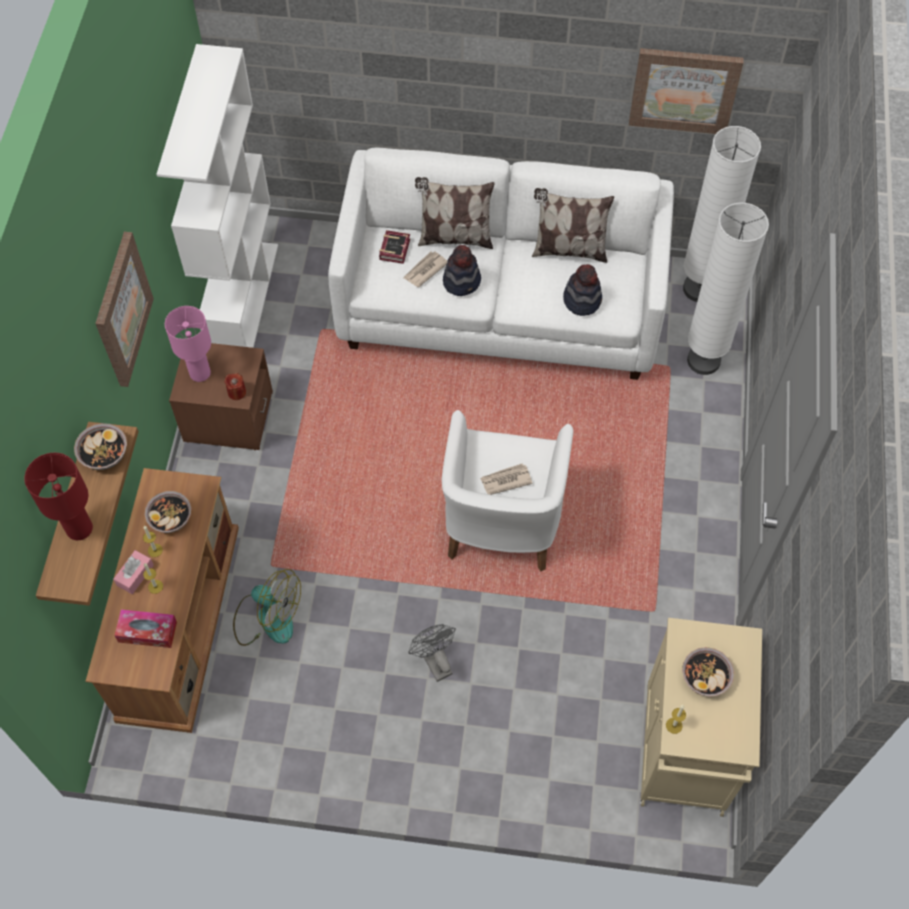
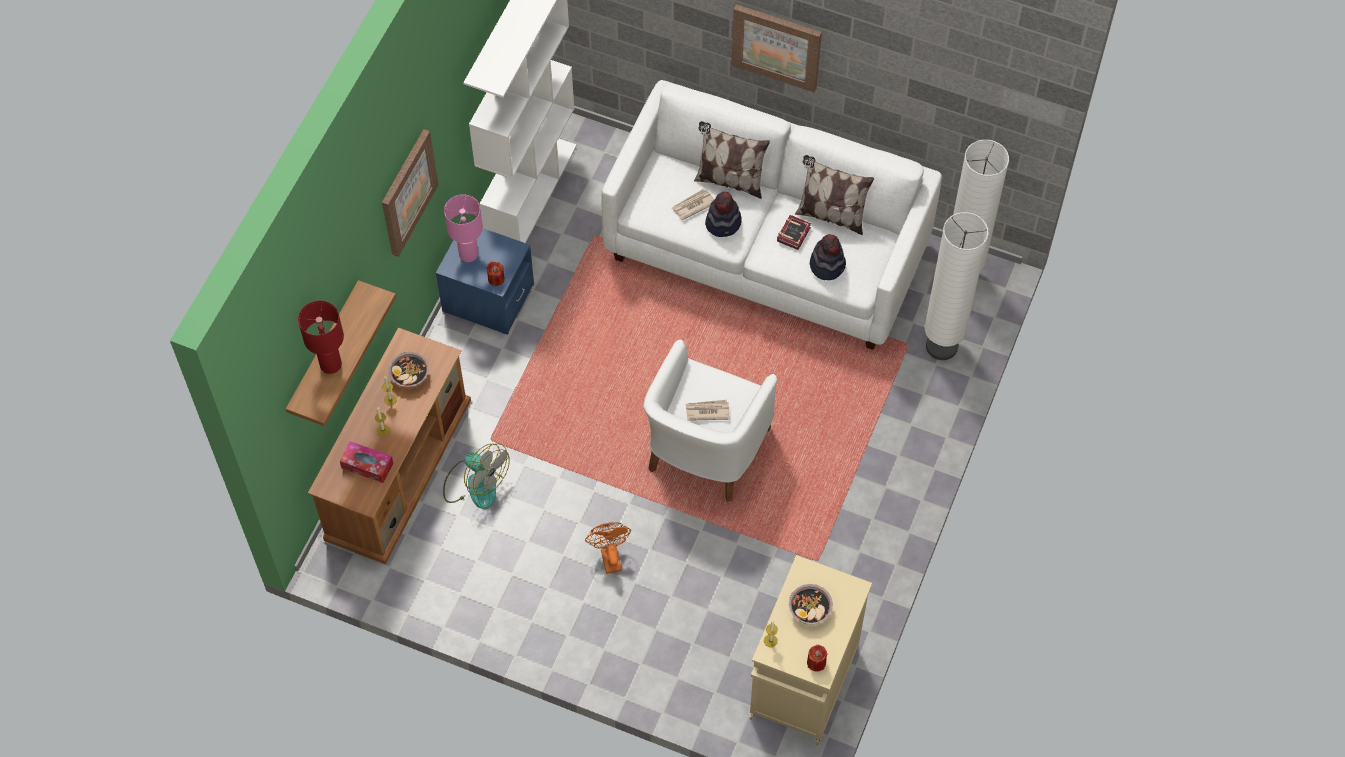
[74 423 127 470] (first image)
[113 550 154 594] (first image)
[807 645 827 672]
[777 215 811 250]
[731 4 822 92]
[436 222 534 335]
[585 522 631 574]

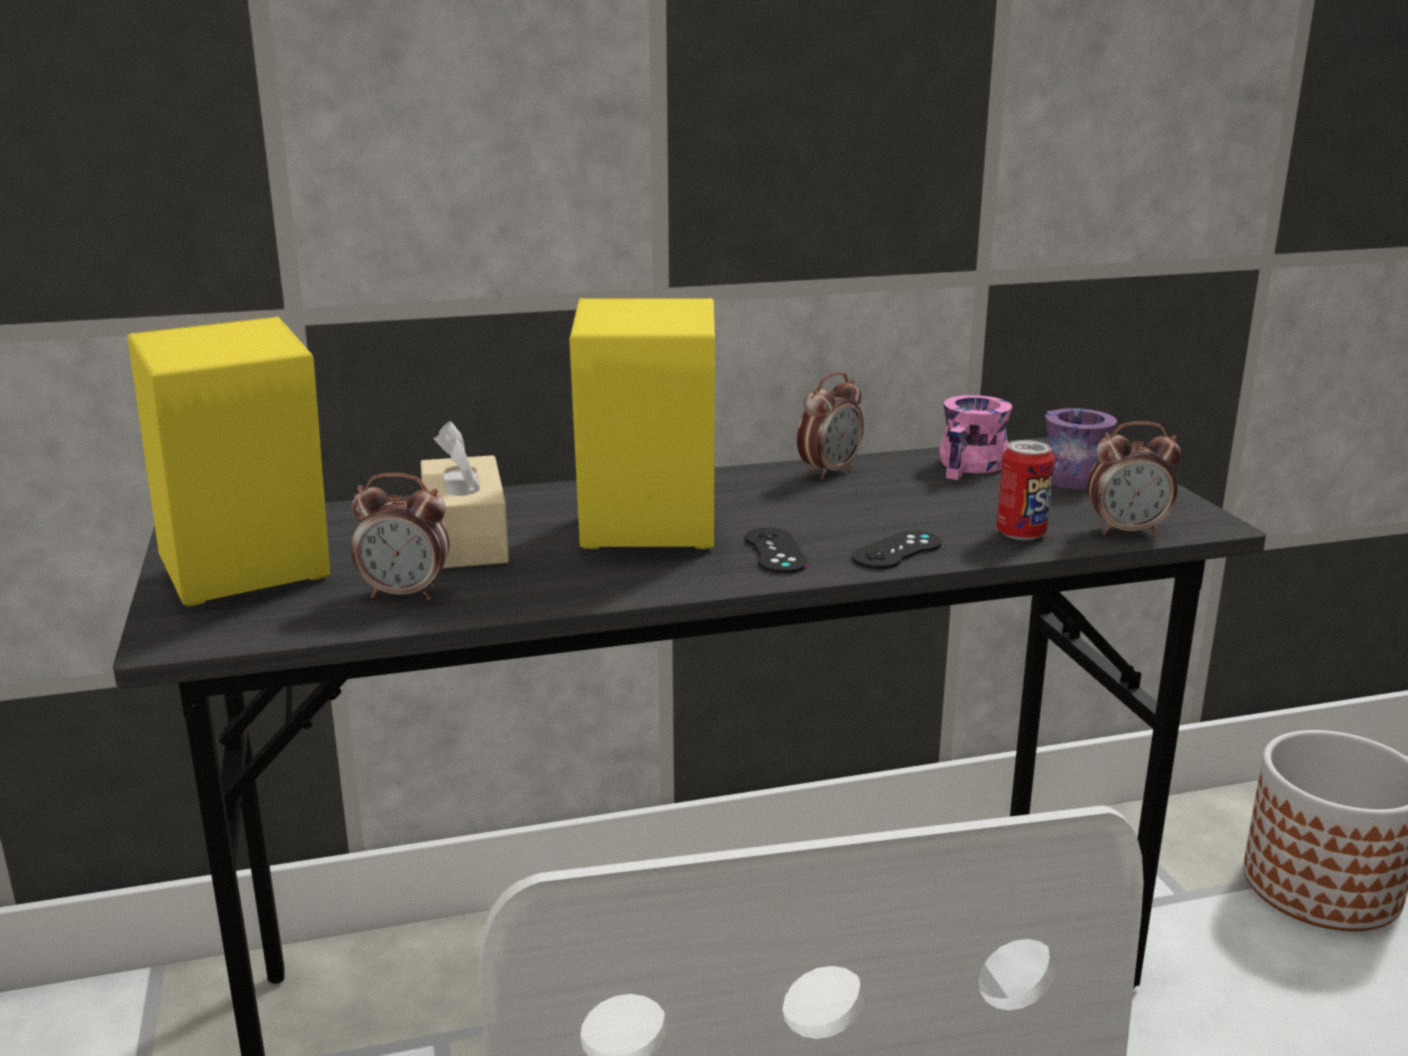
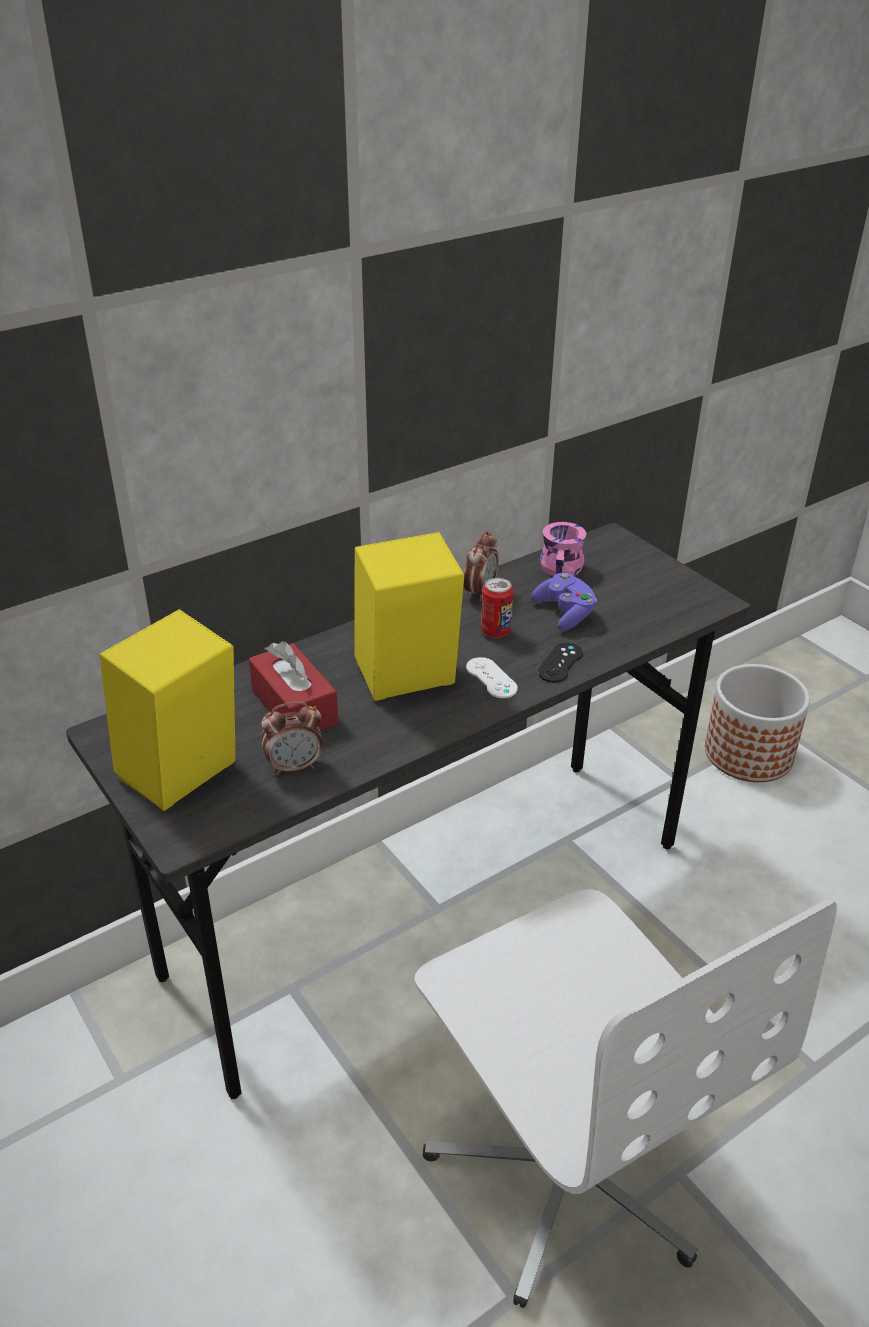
[1045 408 1117 490] (first image)
[1087 421 1181 536] (first image)
[531 573 597 631]
[481 578 513 638]
[249 641 338 730]
[466 657 518 698]

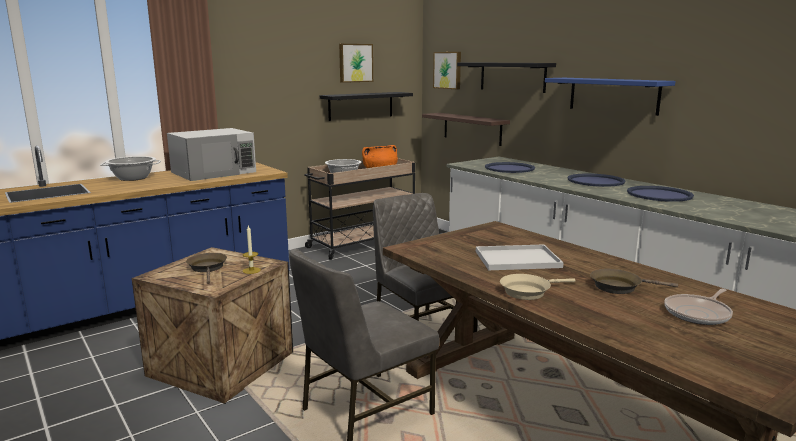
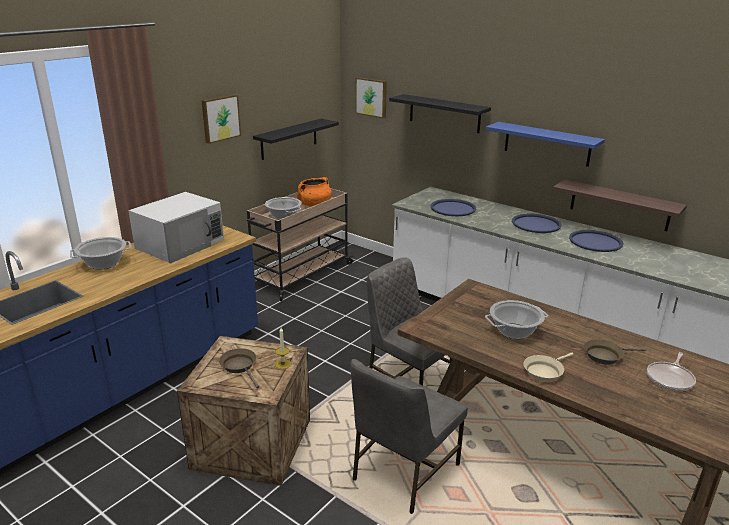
[201 94 241 144]
[553 179 687 231]
[485 300 548 339]

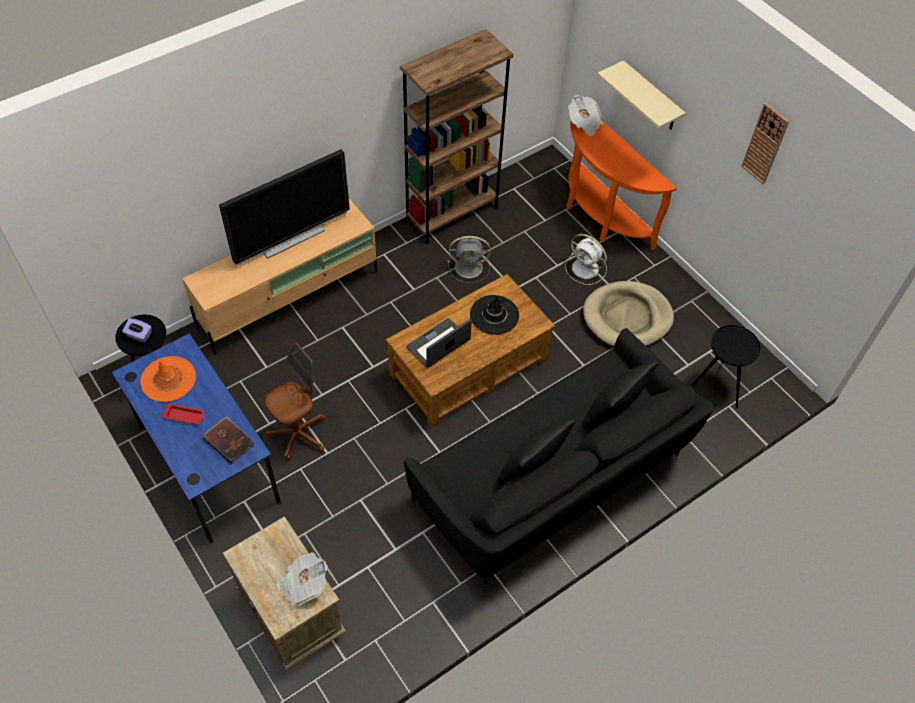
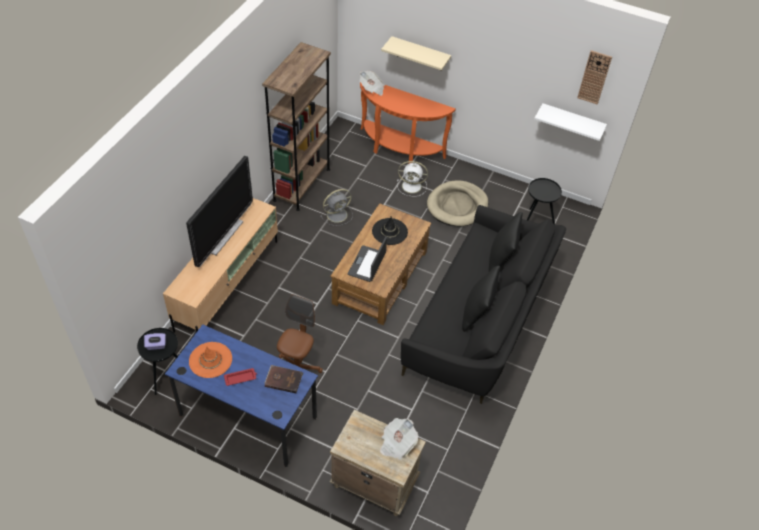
[534 103 607 141]
[577 50 612 105]

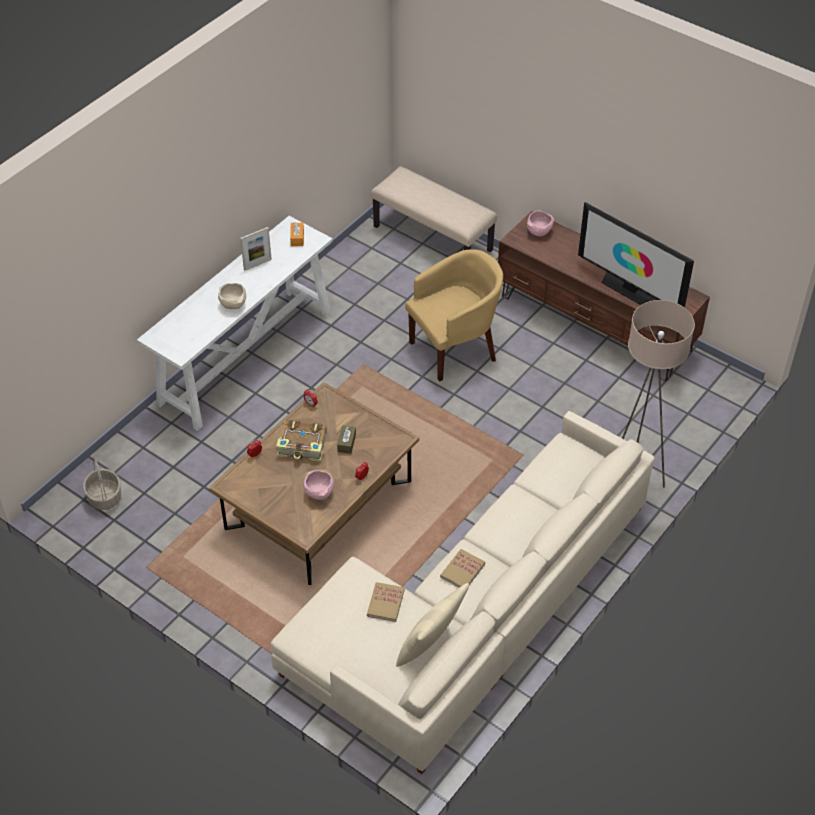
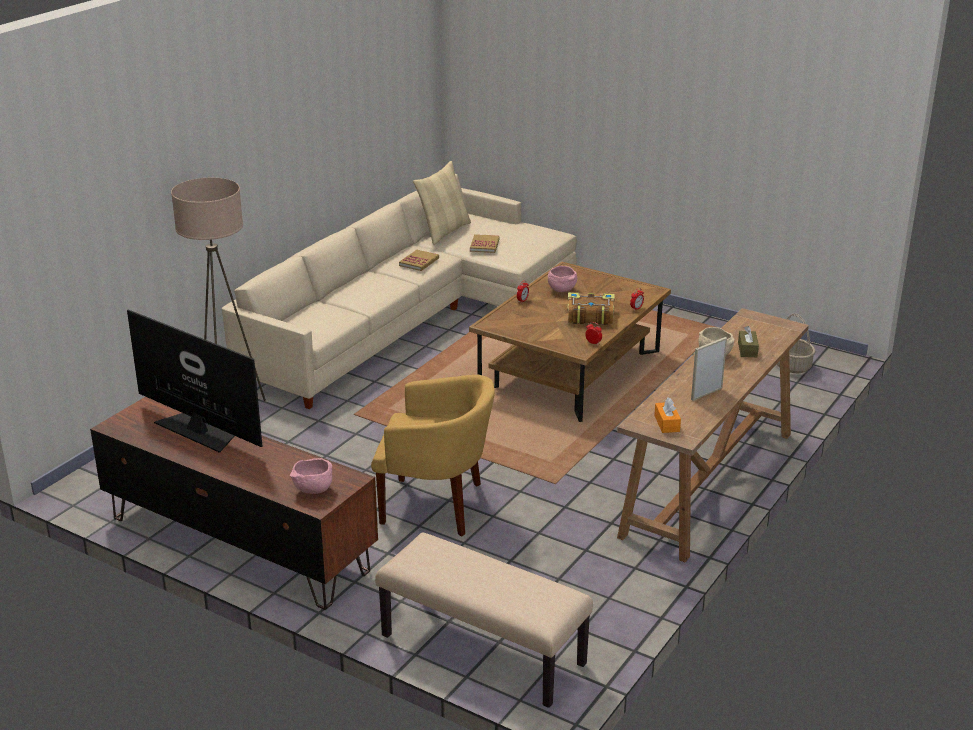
[738 326 759 357]
[617 308 809 562]
[371 375 495 537]

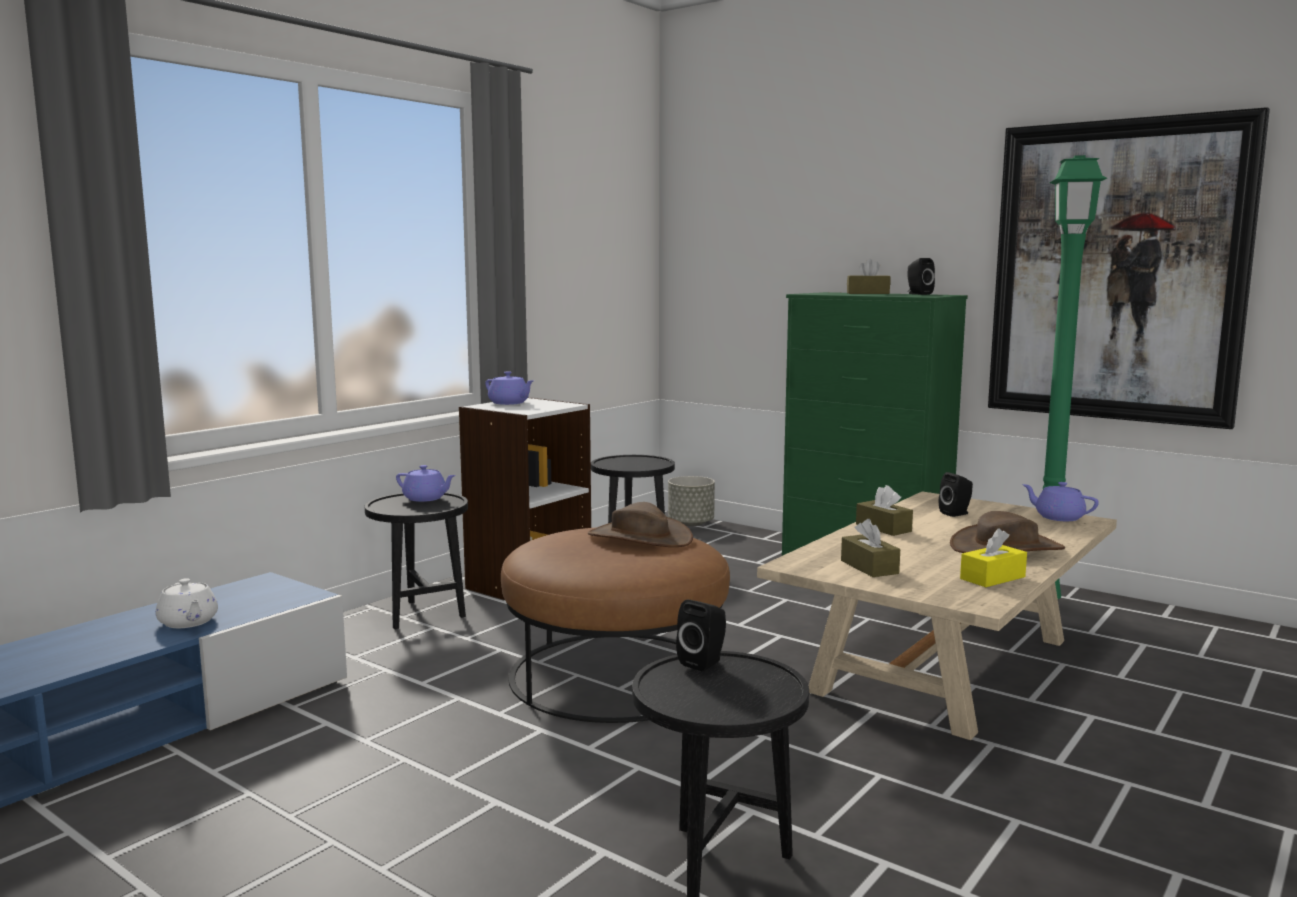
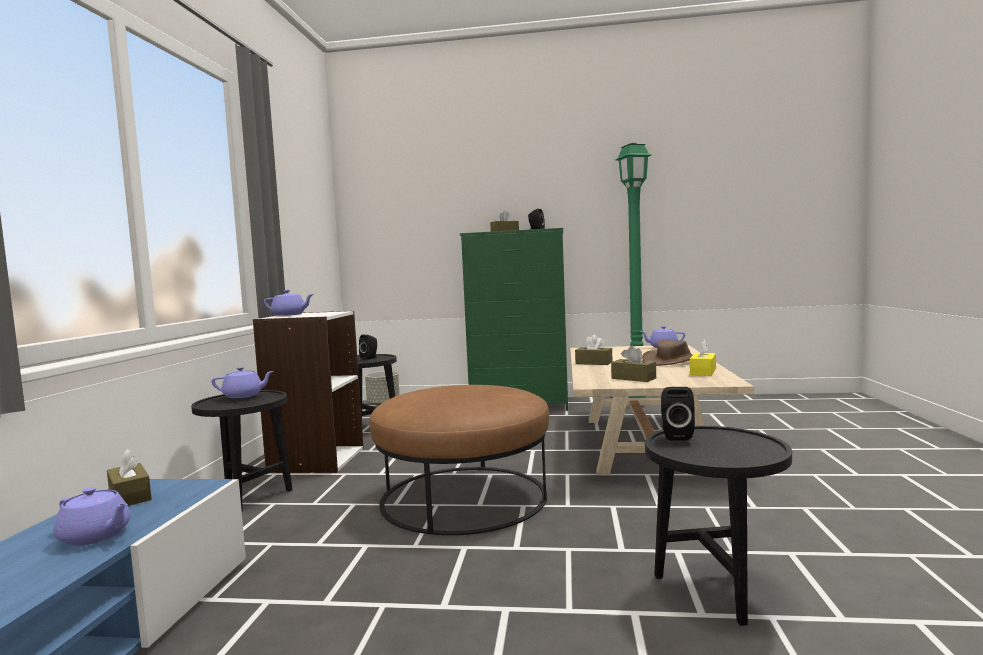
[588 502 693 547] (first image)
[988 107 1270 429] (first image)
[107 449 152 506]
[359 335 377 360]
[54 487 130 546]

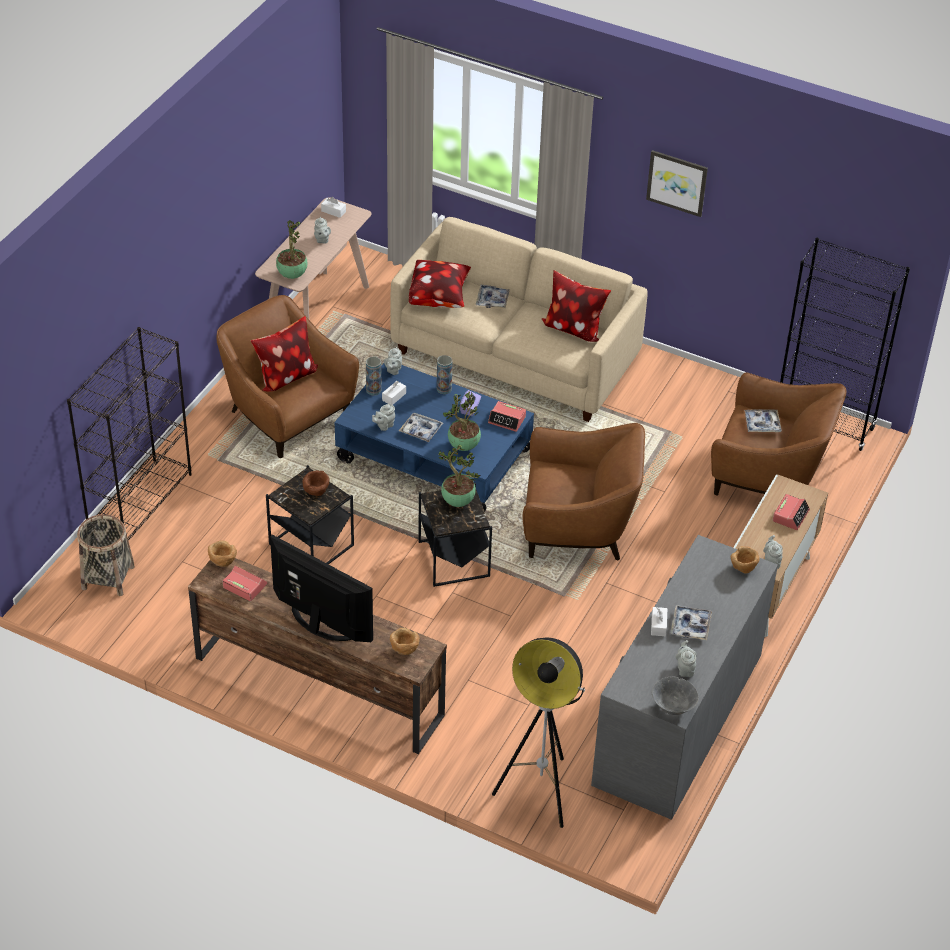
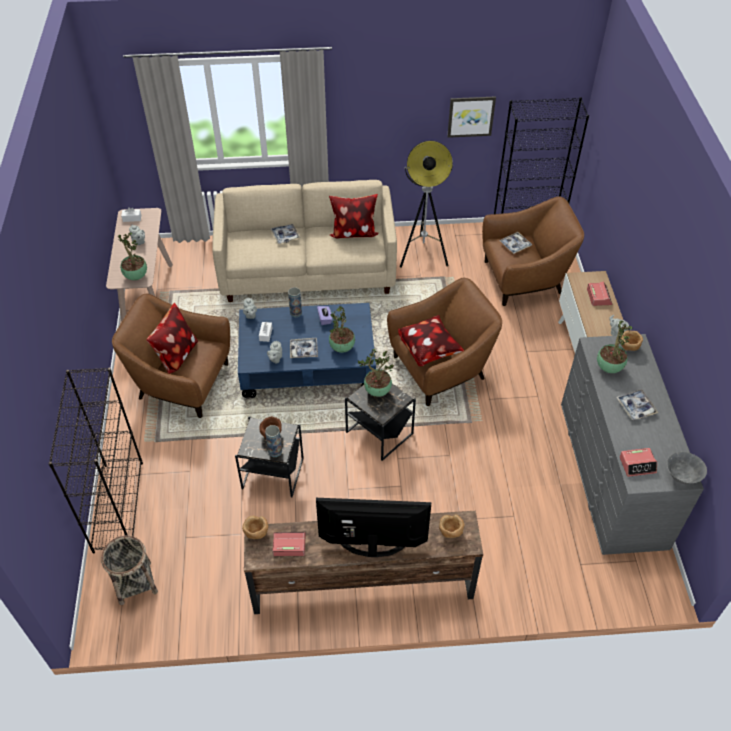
[651 607 667 636] (first image)
[676 640 697 677] (first image)
[597 321 632 373]
[265 425 282 457]
[398 315 464 367]
[620 448 657 477]
[400 141 453 268]
[447 96 496 138]

